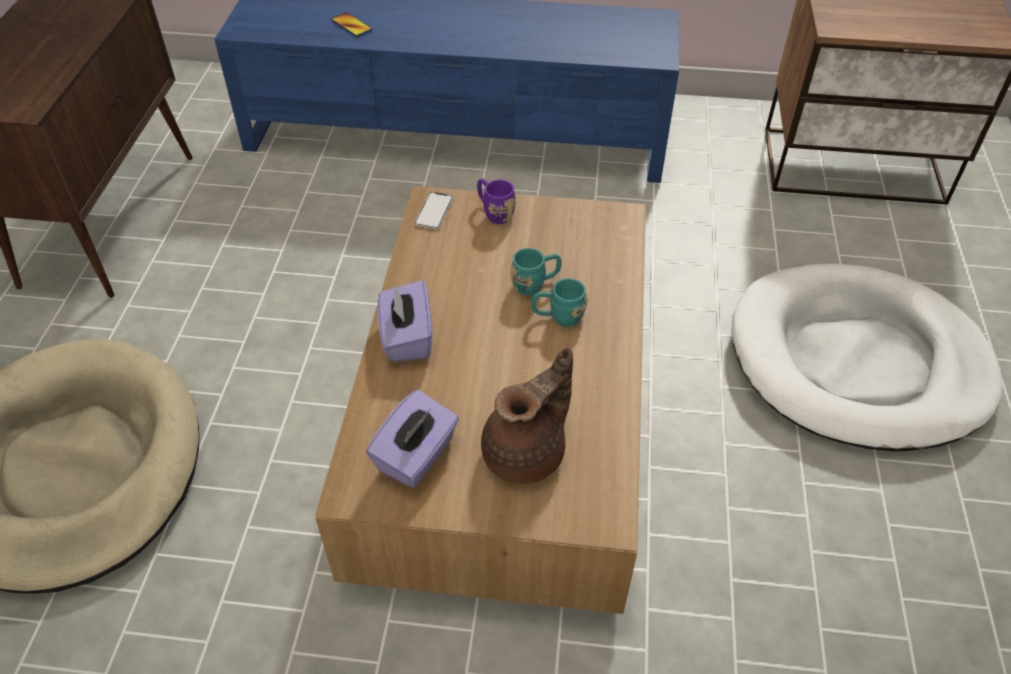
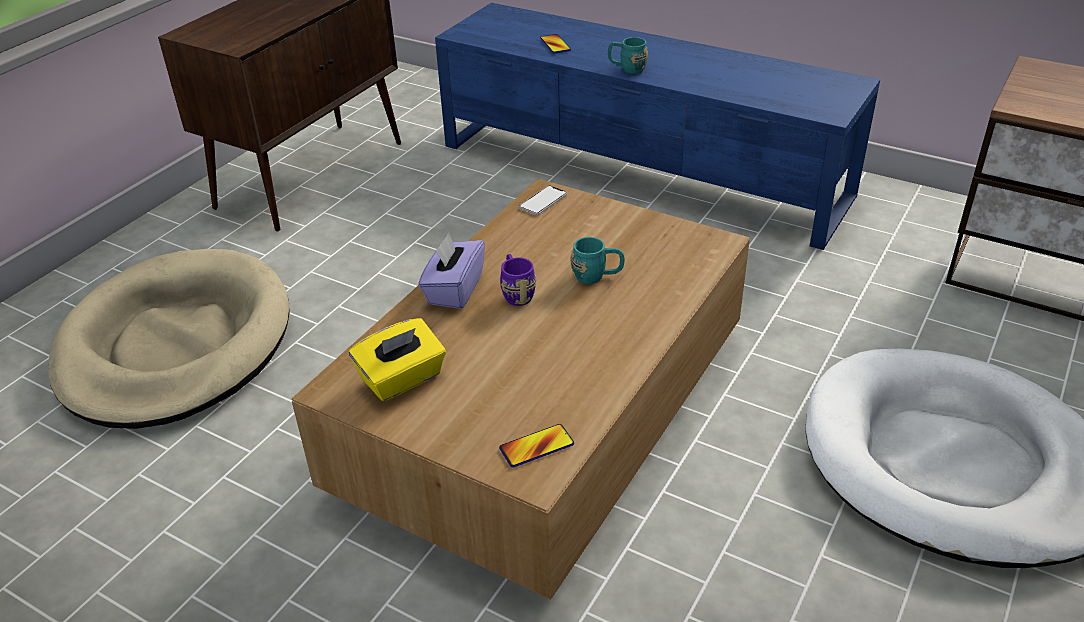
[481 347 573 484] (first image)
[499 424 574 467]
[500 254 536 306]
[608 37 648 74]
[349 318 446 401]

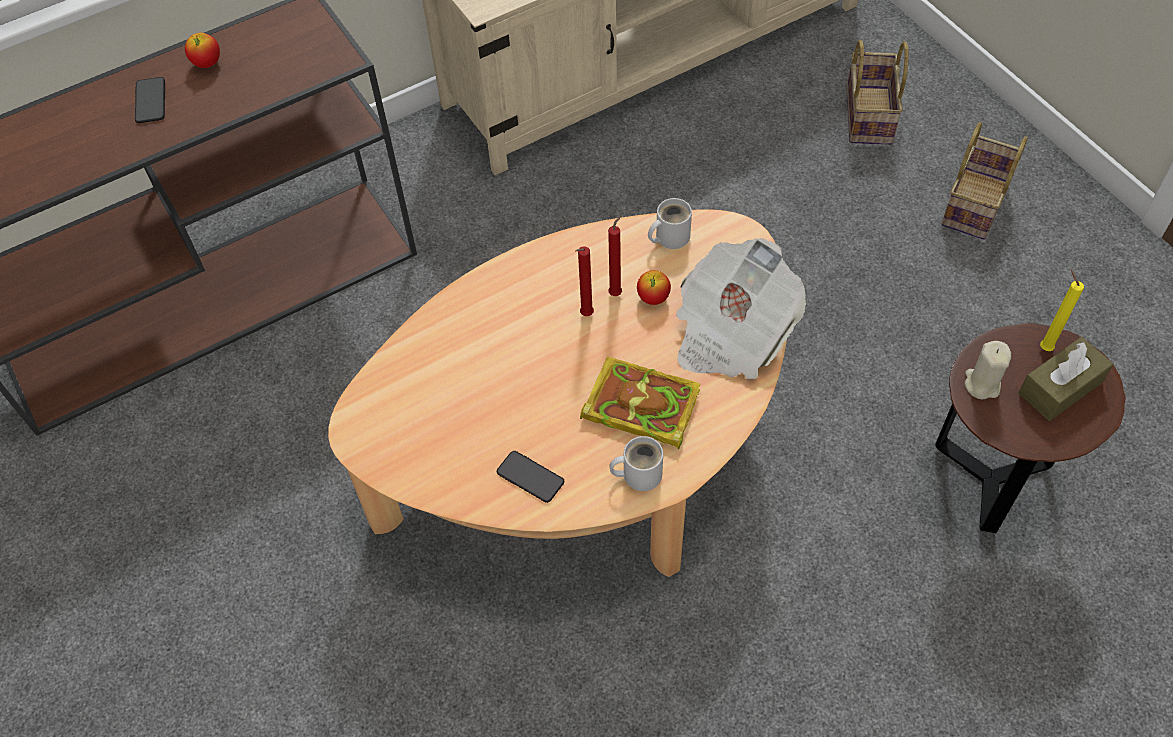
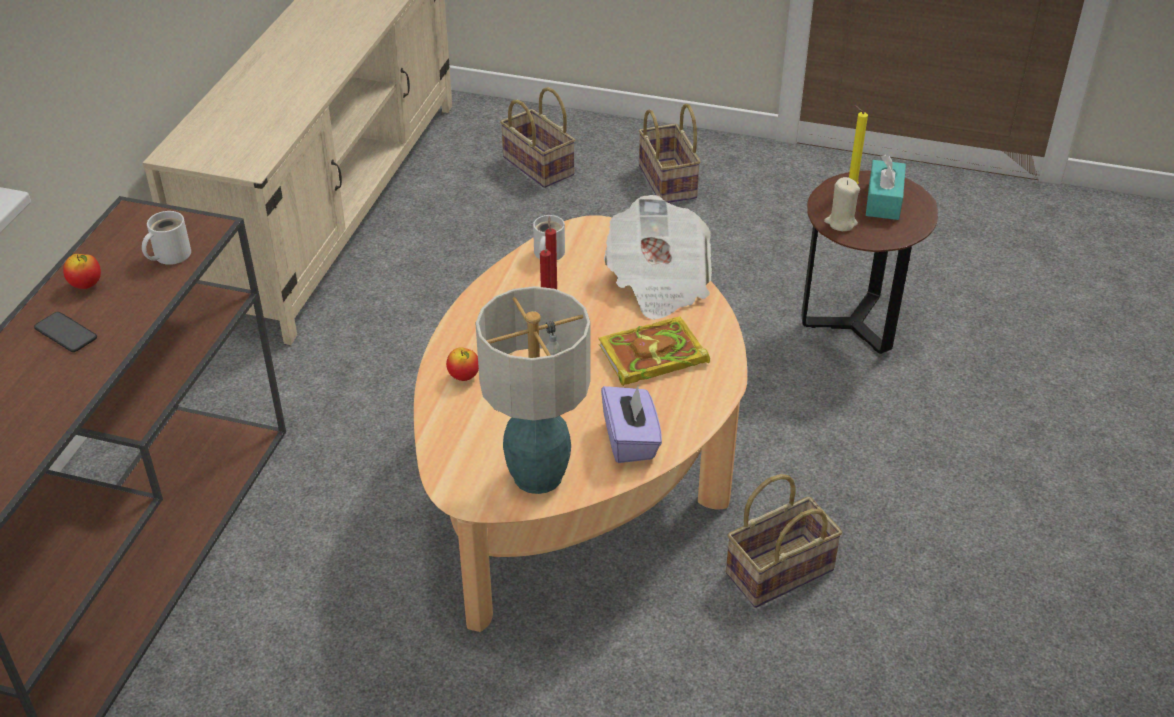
[476 286 591 494]
[726 474 842 608]
[142 211 191 265]
[446 347 479 381]
[601 384 662 463]
[866 155 906 220]

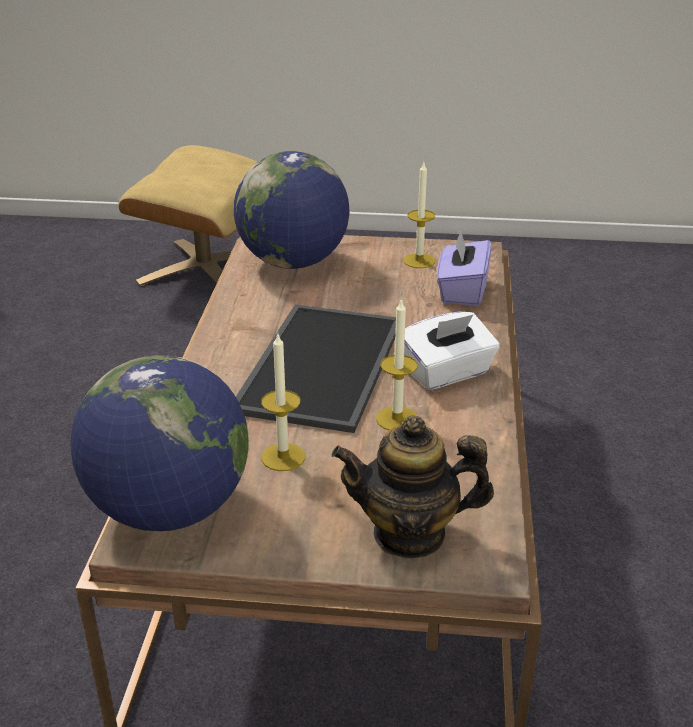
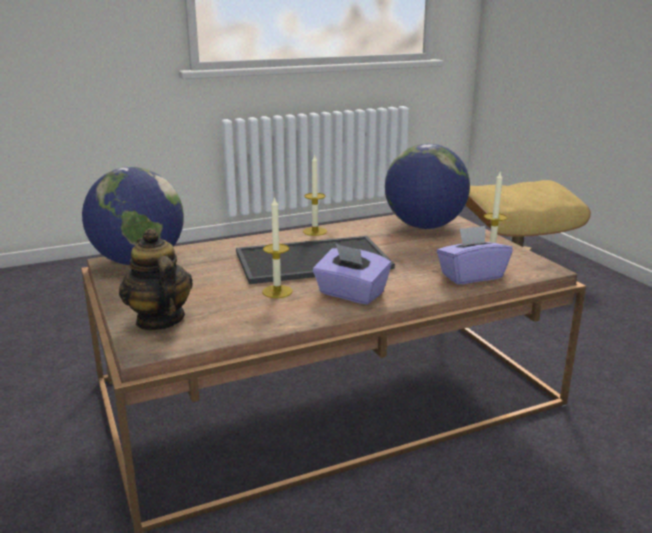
[303 154 327 236]
[313 244 391 305]

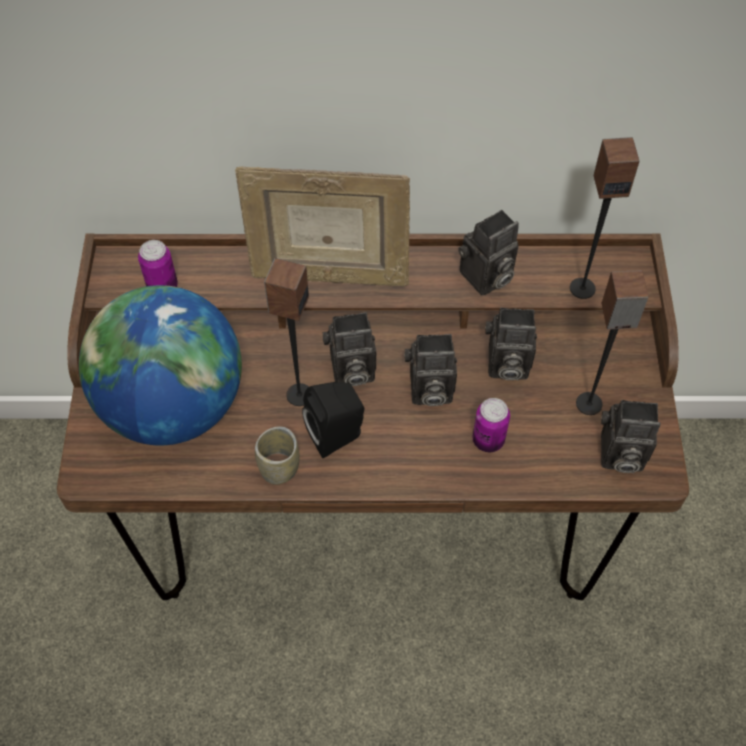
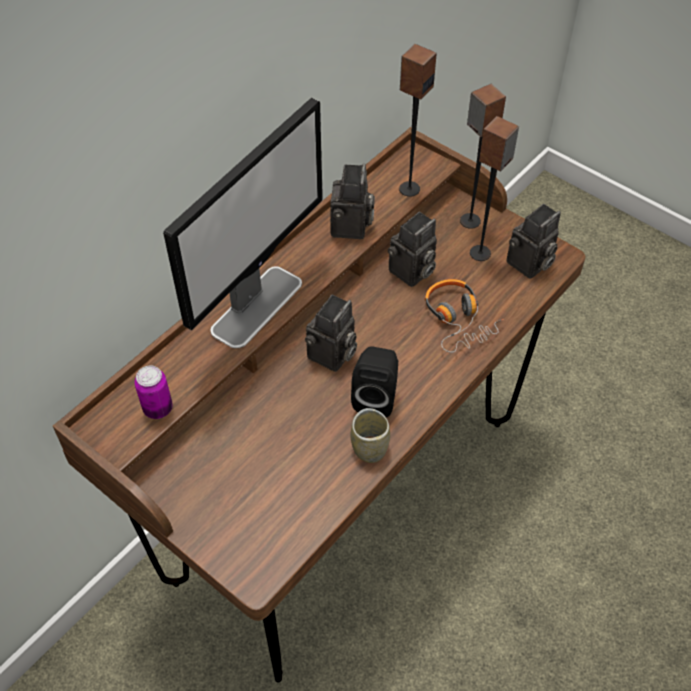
[79 285 242 446] (first image)
[404 334 457 406] (first image)
[460 84 506 229]
[163 98 323 348]
[425 279 504 353]

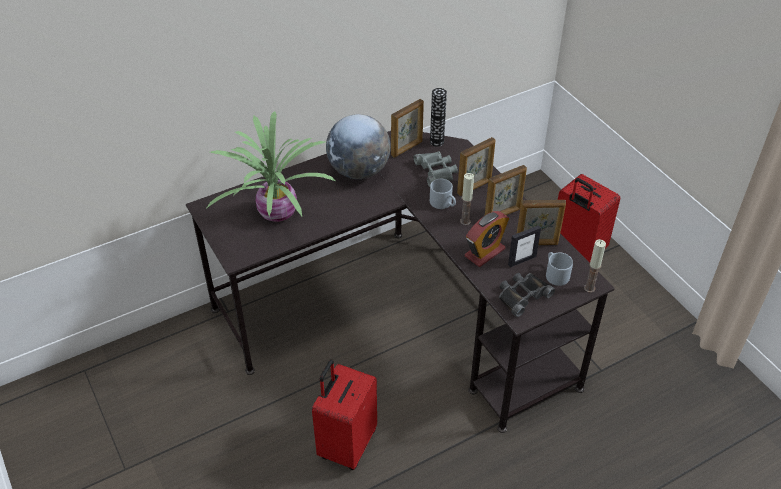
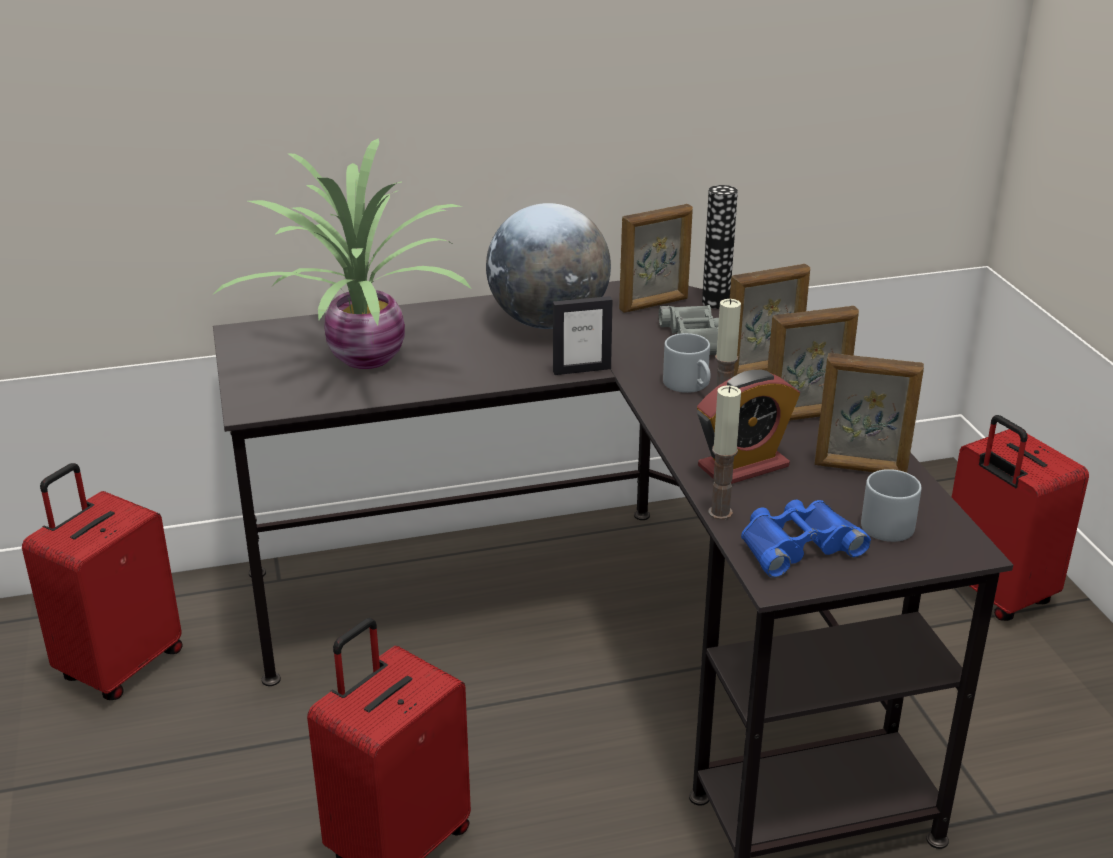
[22 463 183 700]
[553 296 612 375]
[708 385 741 520]
[741 500 871 578]

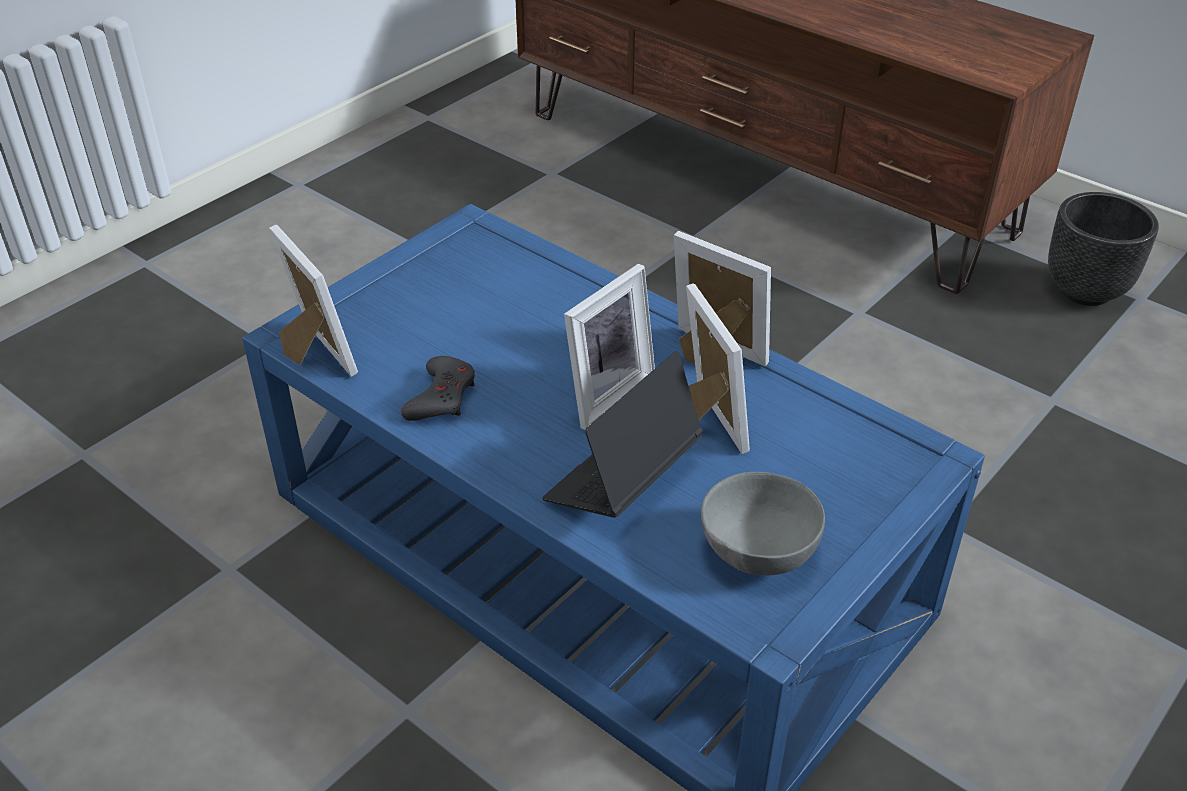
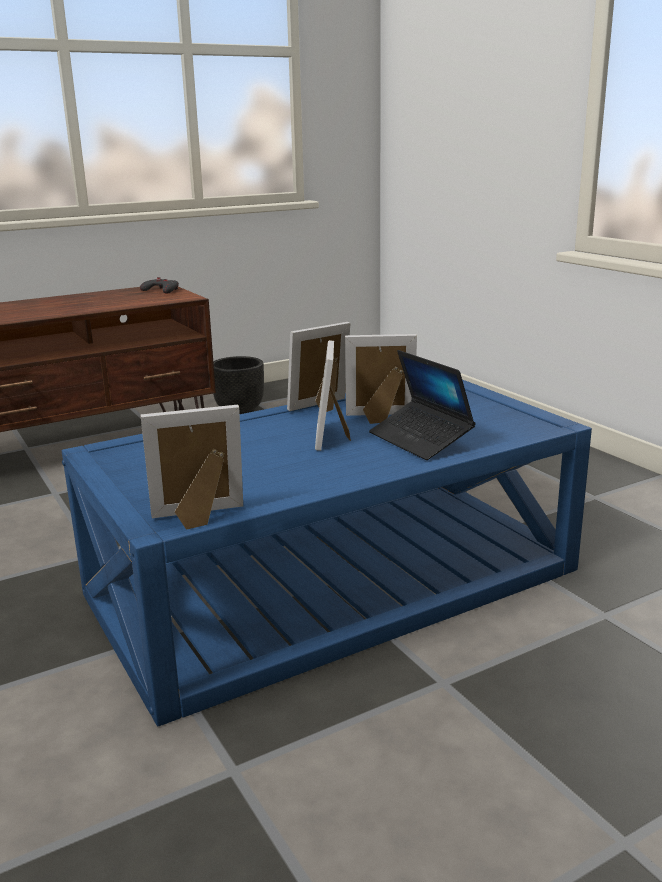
[701 472 825 575] (first image)
[140 277 179 294]
[315 340 351 451]

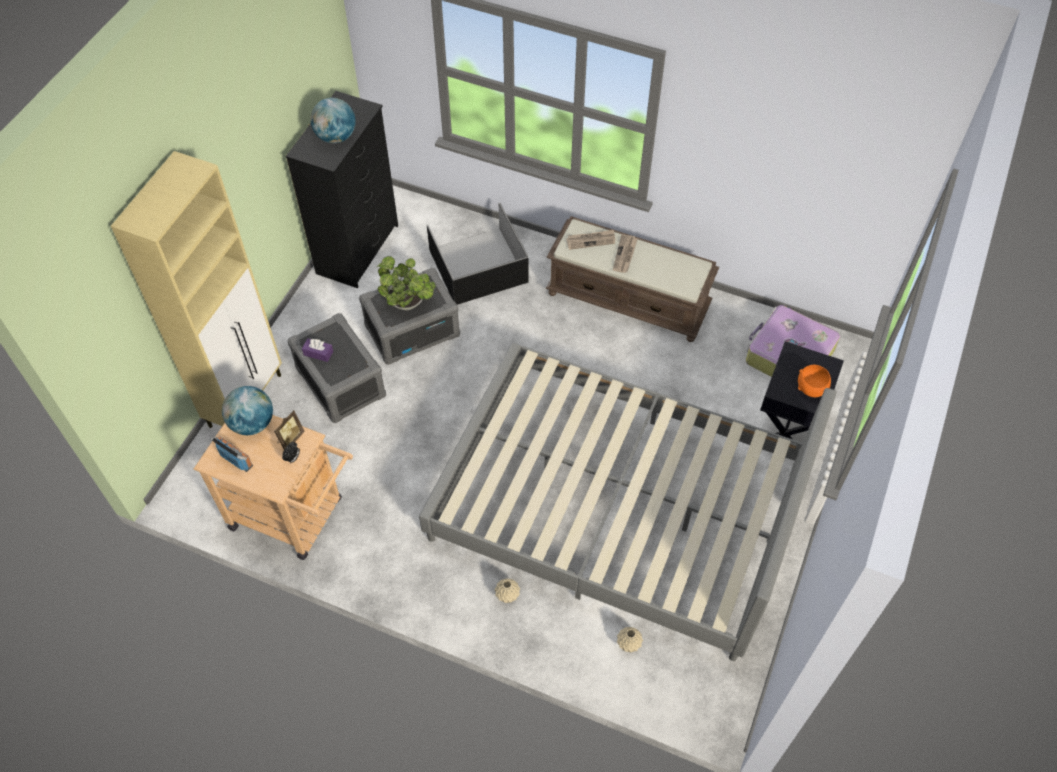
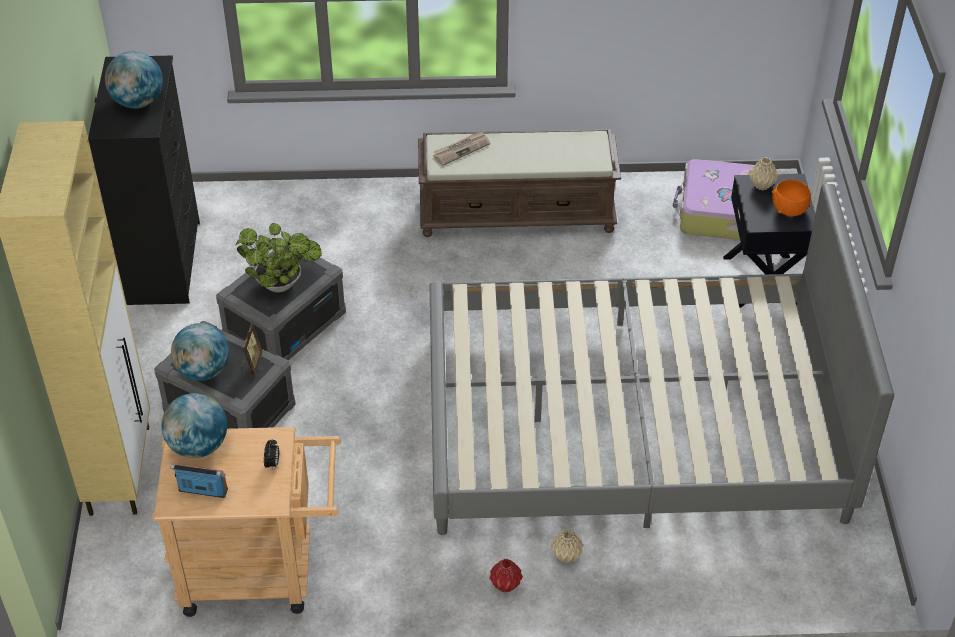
[427 203 529 305] (first image)
[613 234 638 273] (first image)
[489 559 523 592]
[240 323 263 376]
[750 157 779 190]
[171 323 229 381]

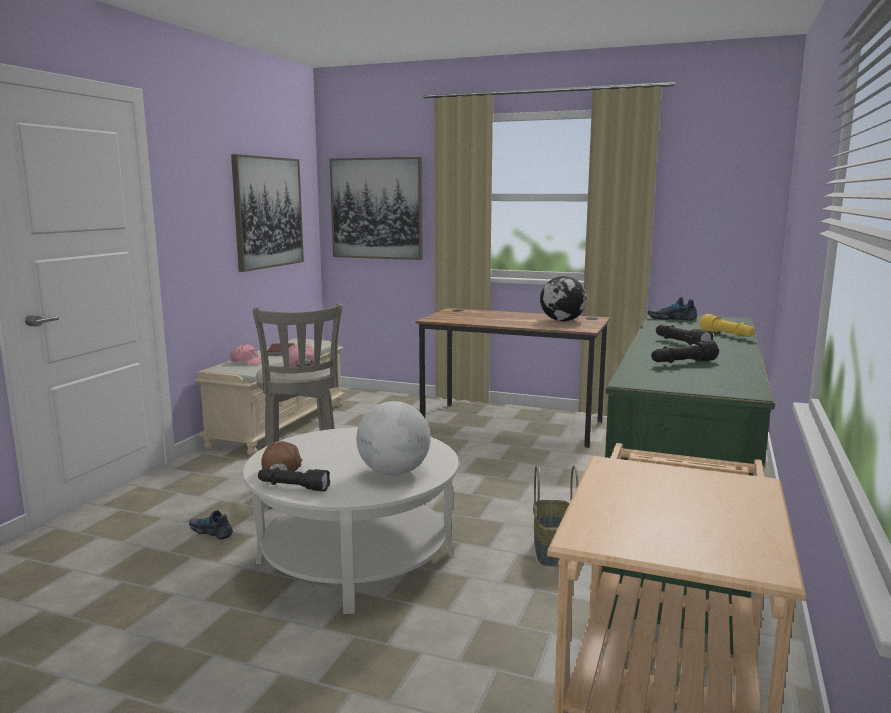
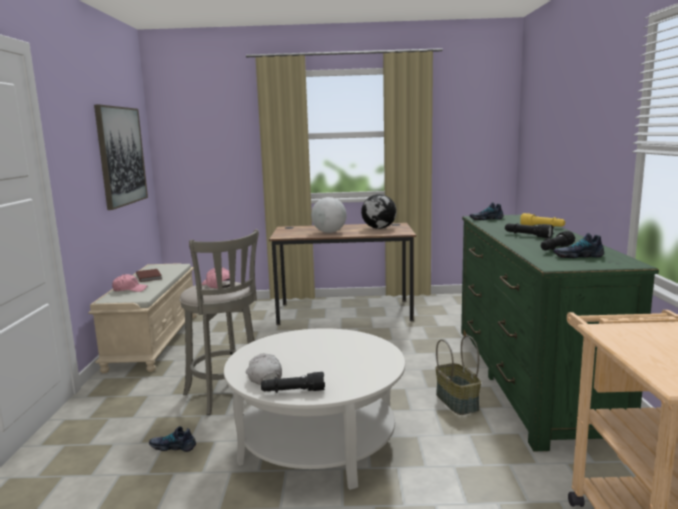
[330 157 423 260] (first image)
[553 233 604 258]
[311 197 347 233]
[246 354 282 385]

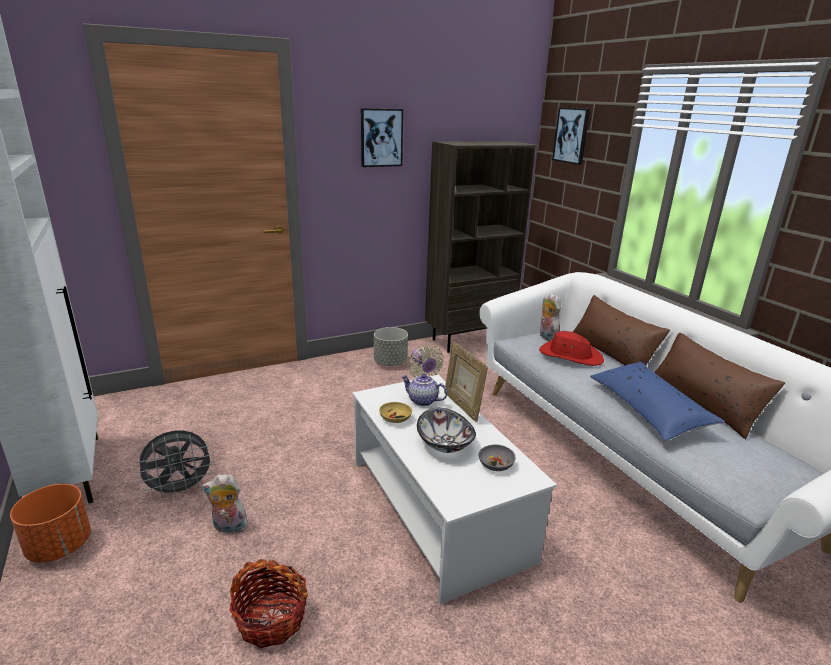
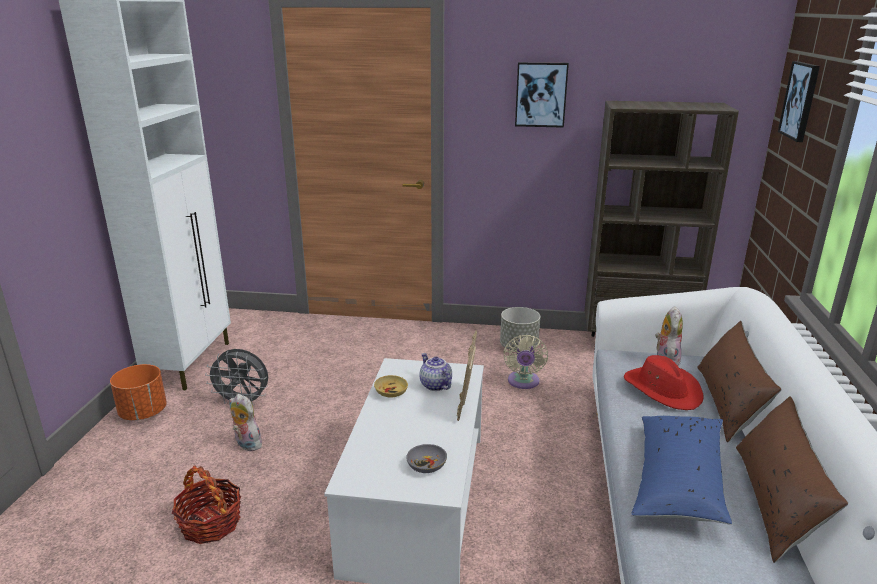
[417 408 476 453] (first image)

